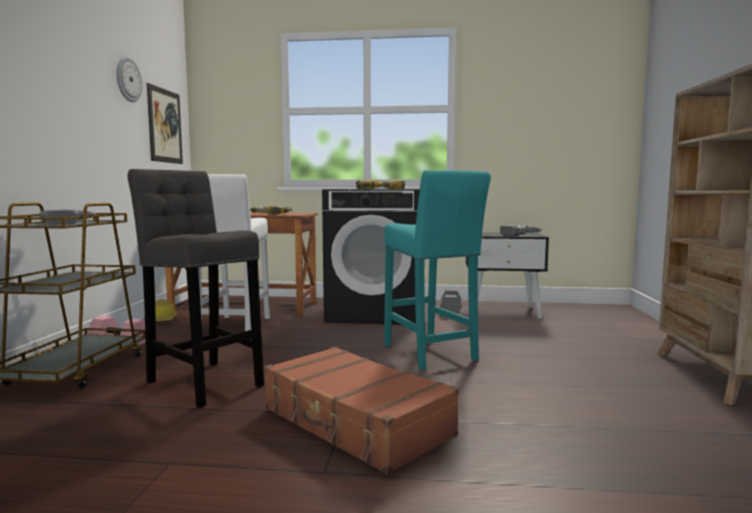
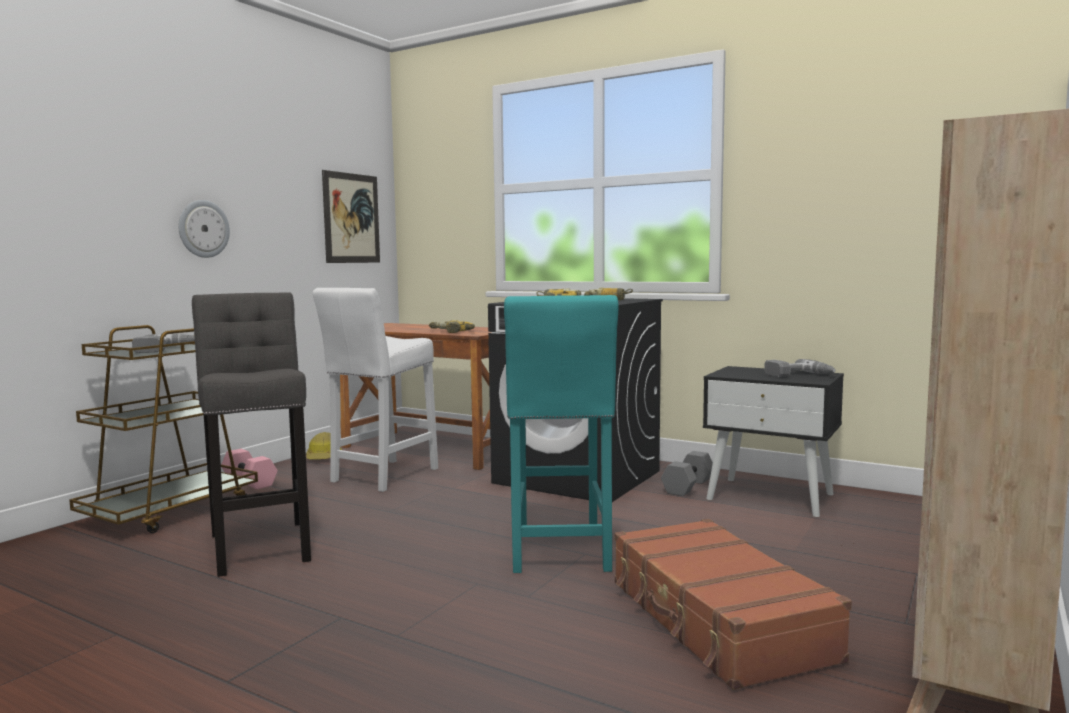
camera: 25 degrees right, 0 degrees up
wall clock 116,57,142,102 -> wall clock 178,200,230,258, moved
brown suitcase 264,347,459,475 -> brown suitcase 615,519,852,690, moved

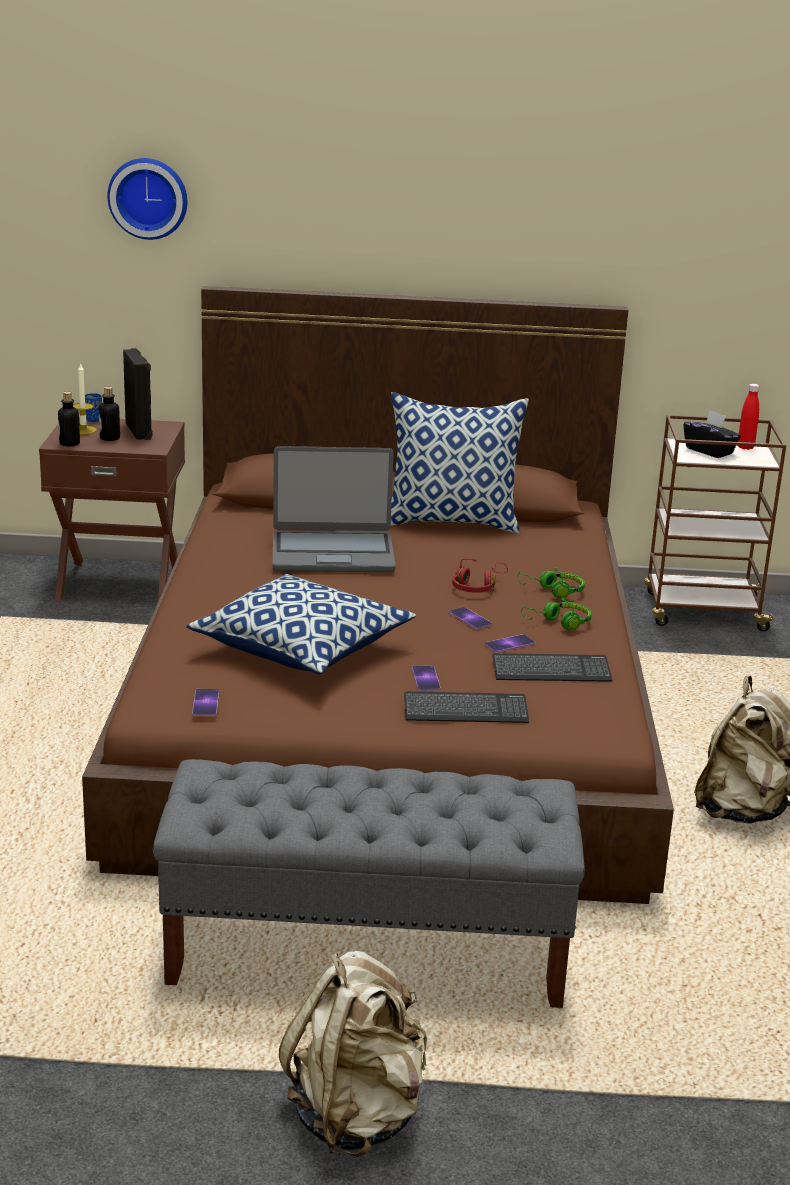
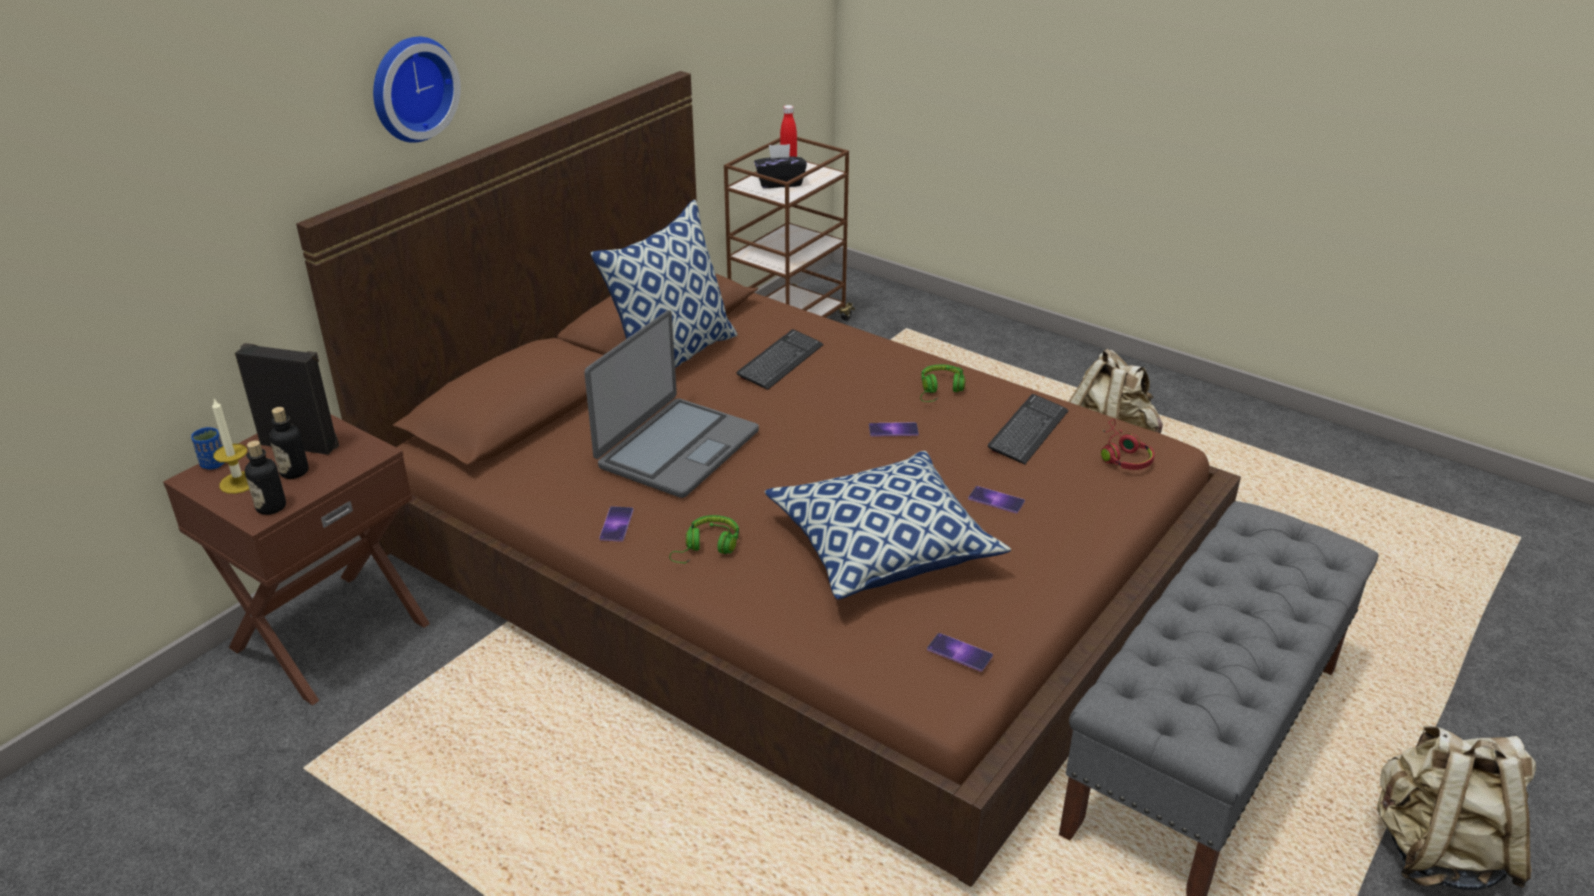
camera: 55 degrees left, 10 degrees up
wall clock 107,158,187,240 -> wall clock 373,37,461,143, moved
red headphones 452,558,508,593 -> red headphones 1101,419,1155,470, moved
green headphones 518,567,585,599 -> green headphones 669,515,739,563, moved
phone 485,634,535,653 -> phone 599,506,634,542, moved
keyboard 404,691,529,723 -> keyboard 736,329,824,390, moved

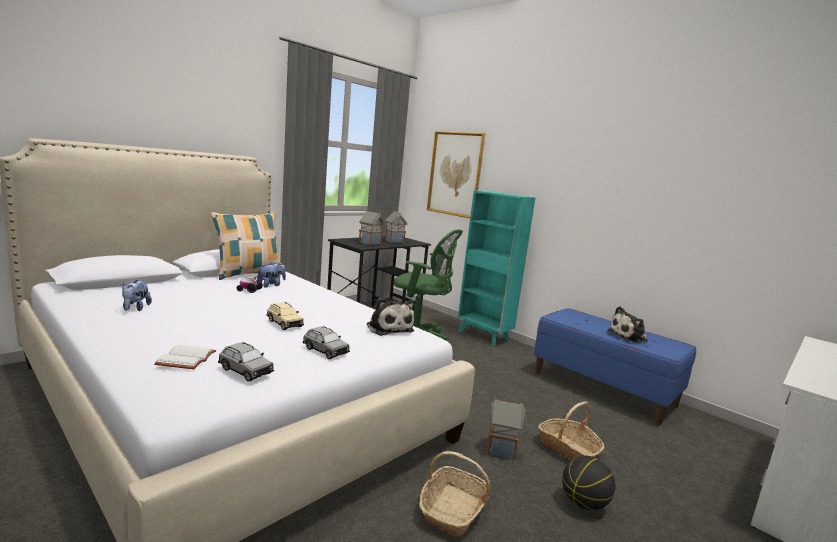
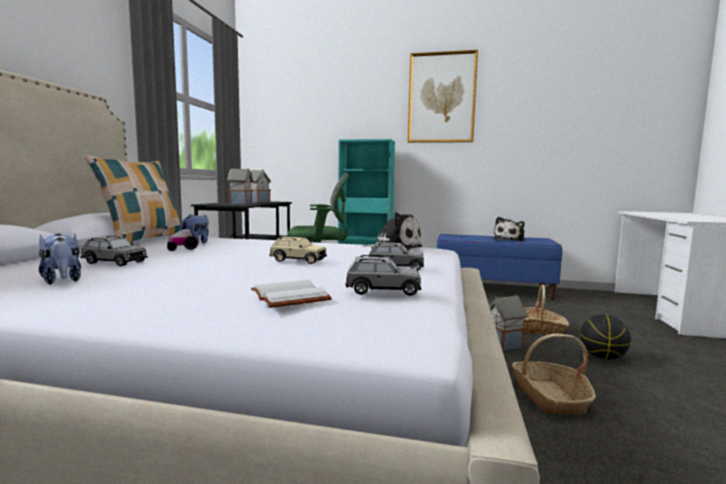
camera: 30 degrees left, 5 degrees down
picture 427,131,485,218 -> picture 408,50,478,143, moved
none -> grey toy car 80,236,148,266

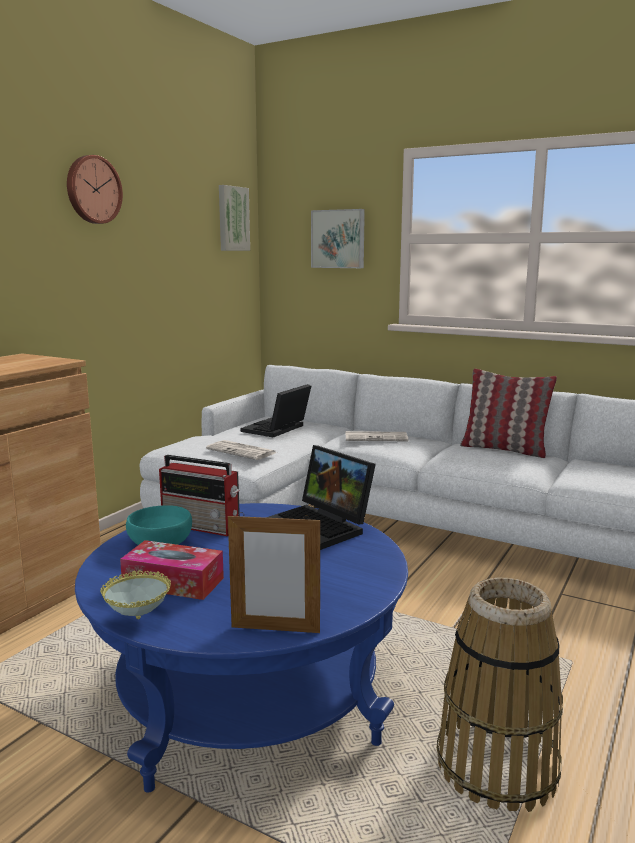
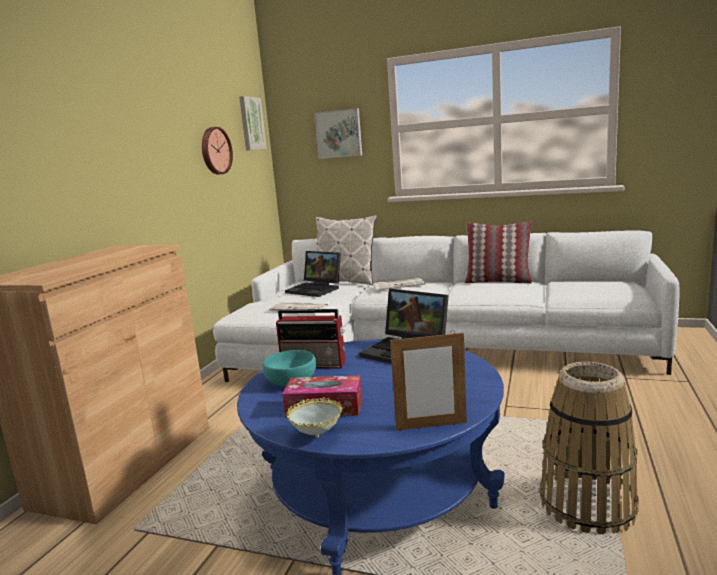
camera: 10 degrees left, 0 degrees up
wall clock 67,155,123,224 -> wall clock 202,127,233,175, moved
laptop 241,384,311,437 -> laptop 285,251,341,297, 75 degrees counterclockwise
none -> pillow 311,215,377,285

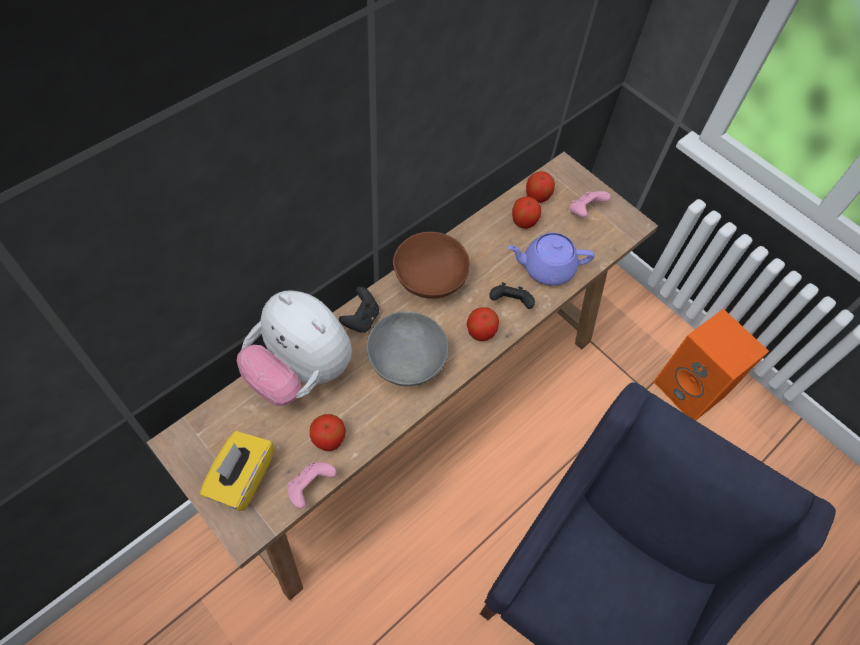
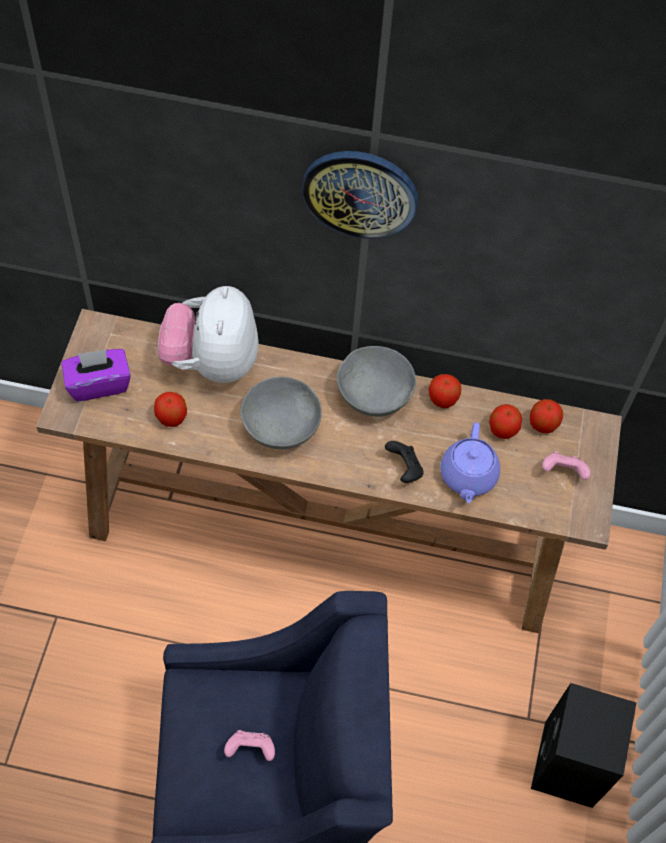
camera: 55 degrees right, 0 degrees up
brown bowl 393,232,470,299 -> grey bowl 337,346,416,417
purple teapot 508,232,595,286 -> purple teapot 440,422,500,503, 135 degrees counterclockwise
black game controller 339,287,379,333 -> none
apple 467,307,499,341 -> apple 429,374,461,408, moved
orange speaker 654,309,769,421 -> black speaker 531,683,636,808
yellow tissue box 200,431,273,511 -> purple tissue box 62,349,131,402
pink game controller 287,463,337,509 -> pink game controller 224,730,275,761, moved
none -> wall clock 301,151,418,239

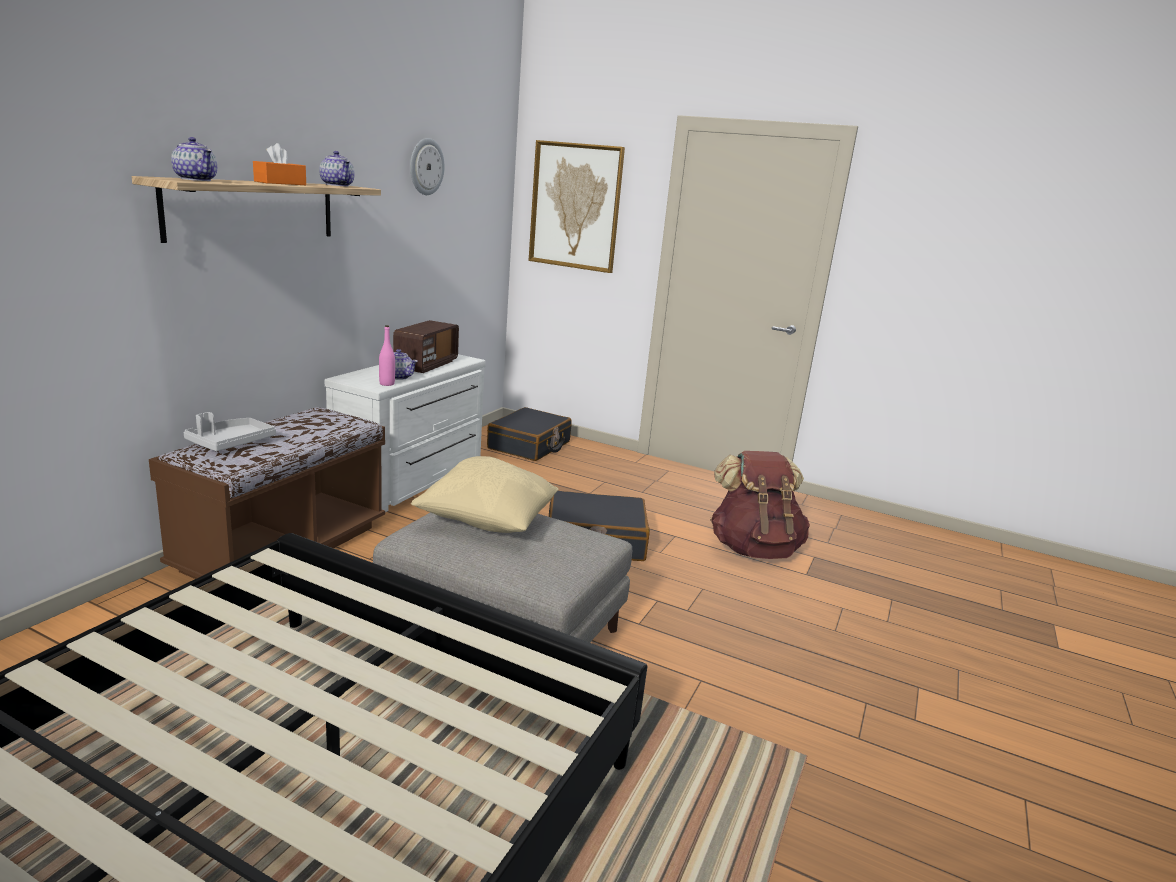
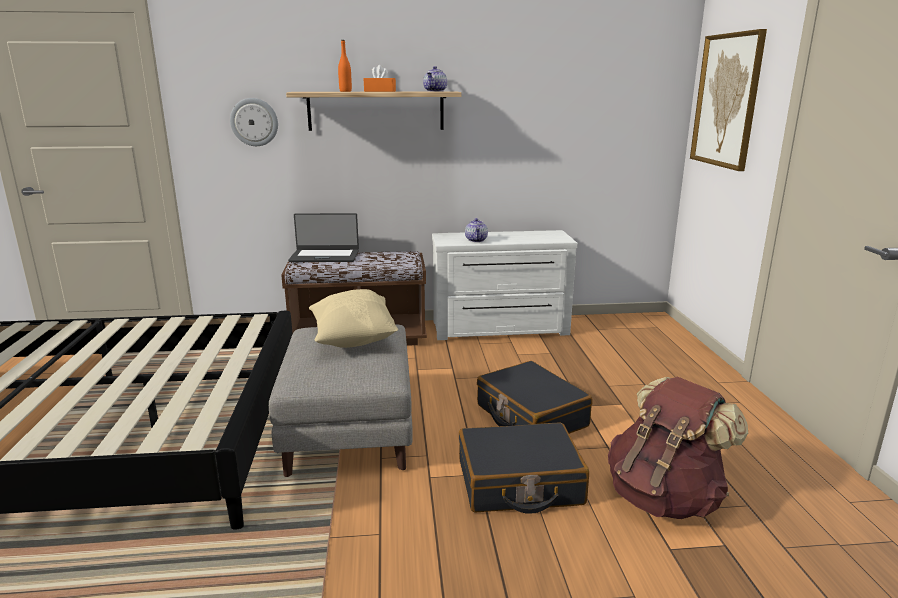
camera: 60 degrees right, 0 degrees up
teapot 171,137,217,181 -> none
wall clock 410,138,445,195 -> wall clock 230,98,278,146, moved
radio 393,320,459,373 -> none
pink bottle 379,325,395,386 -> none
black suitcase 487,407,572,461 -> black suitcase 459,422,589,514, moved
grey tray 184,412,276,451 -> laptop 288,213,359,262
none -> orange bottle 338,40,352,92

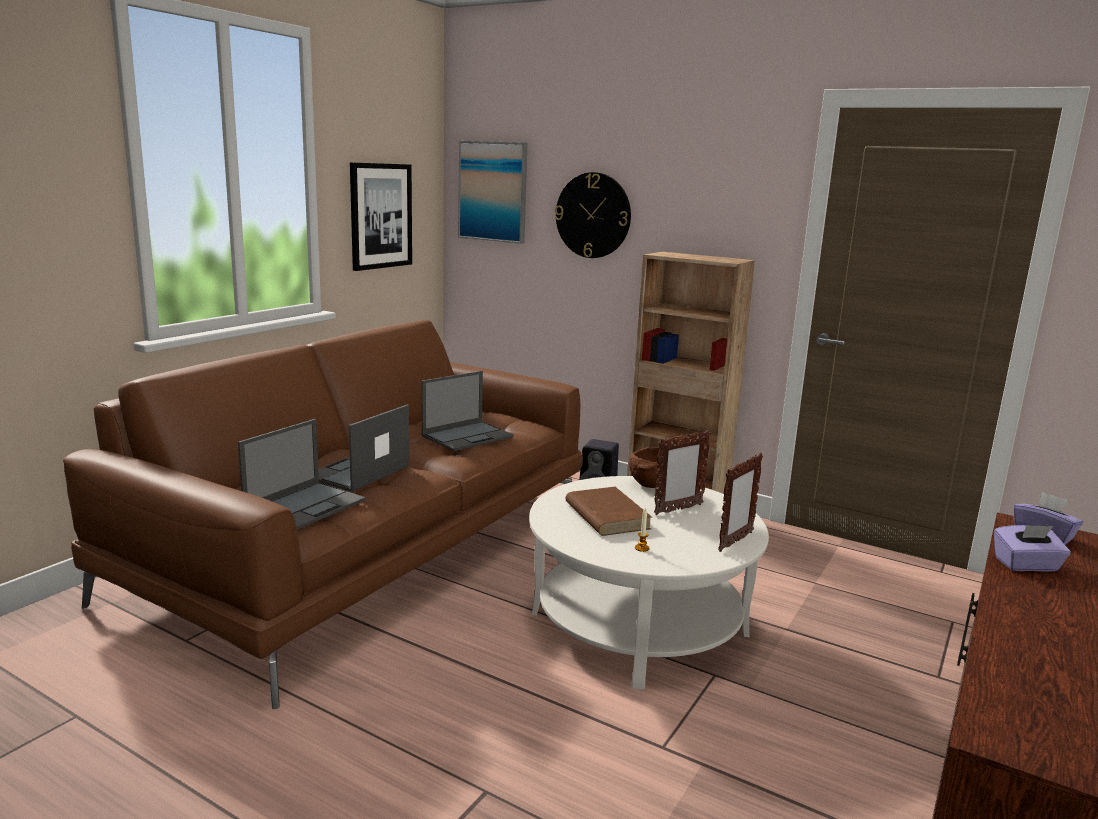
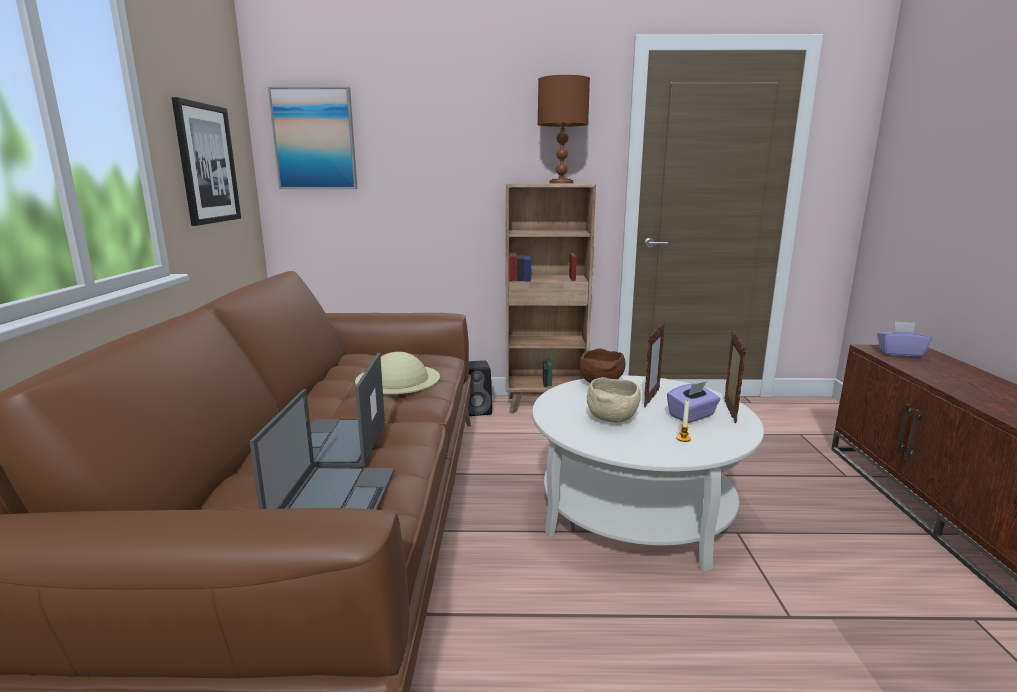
camera: 30 degrees left, 0 degrees up
wall clock 555,172,631,258 -> none
laptop 421,371,514,451 -> beige hat 355,352,440,394
brown book 565,487,652,536 -> beige bowl 587,377,641,423
purple tissue box 994,525,1071,572 -> purple tissue box 667,381,721,423, moved
none -> brown table lamp 538,75,590,184

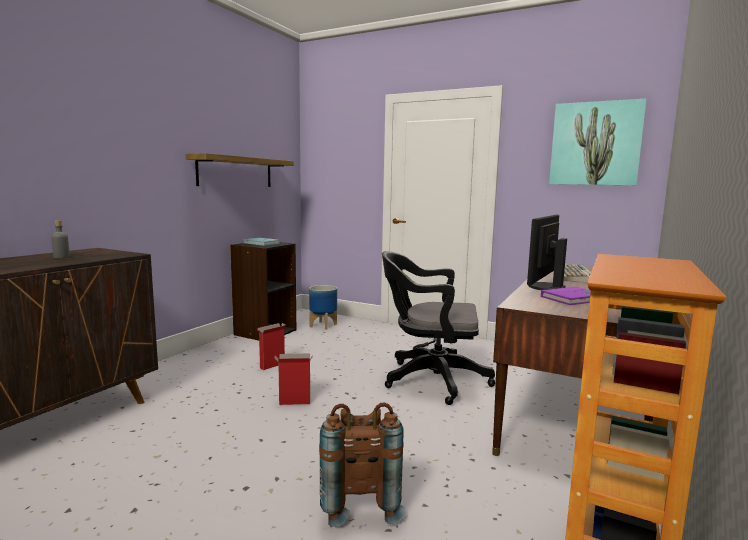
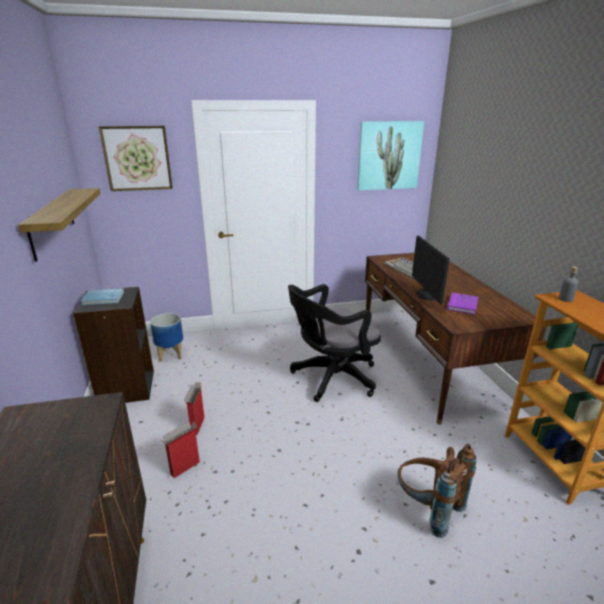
camera: 40 degrees left, 15 degrees up
grey bottle 51,220,70,258 -> grey bottle 559,267,578,302, moved
cardboard box 274,354,313,405 -> cardboard box 161,422,200,478, moved
none -> picture 99,126,173,191

